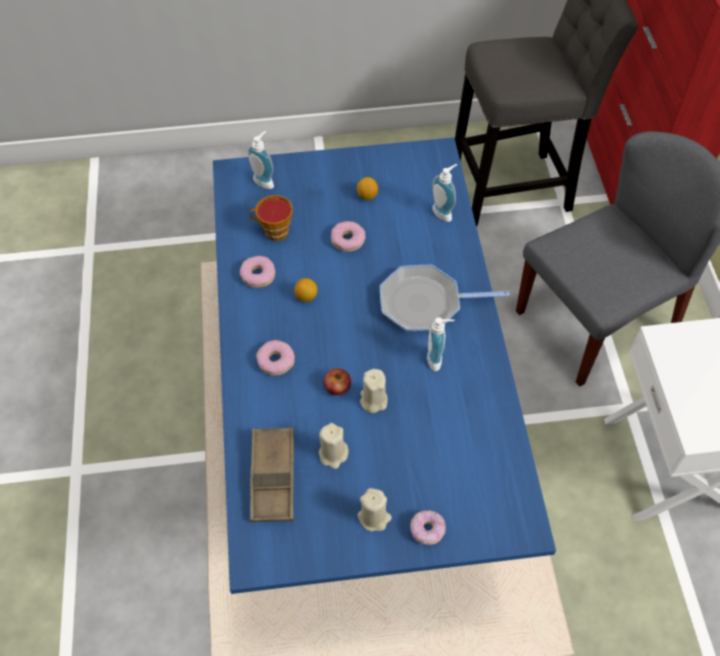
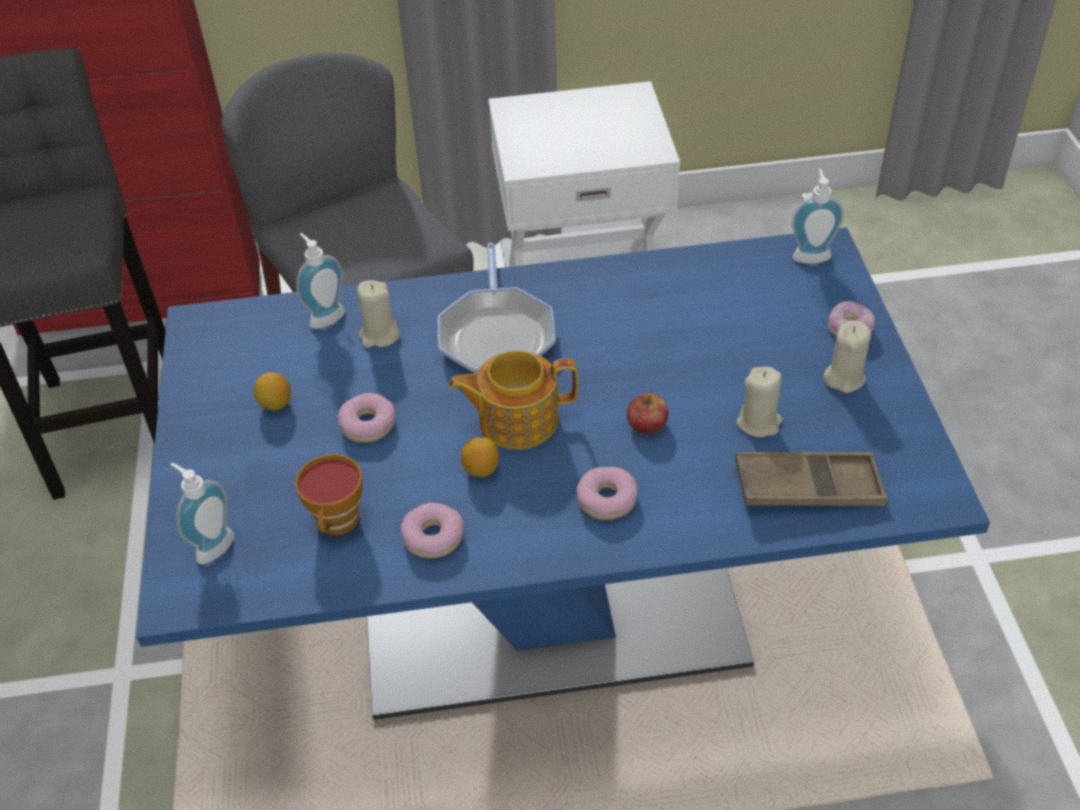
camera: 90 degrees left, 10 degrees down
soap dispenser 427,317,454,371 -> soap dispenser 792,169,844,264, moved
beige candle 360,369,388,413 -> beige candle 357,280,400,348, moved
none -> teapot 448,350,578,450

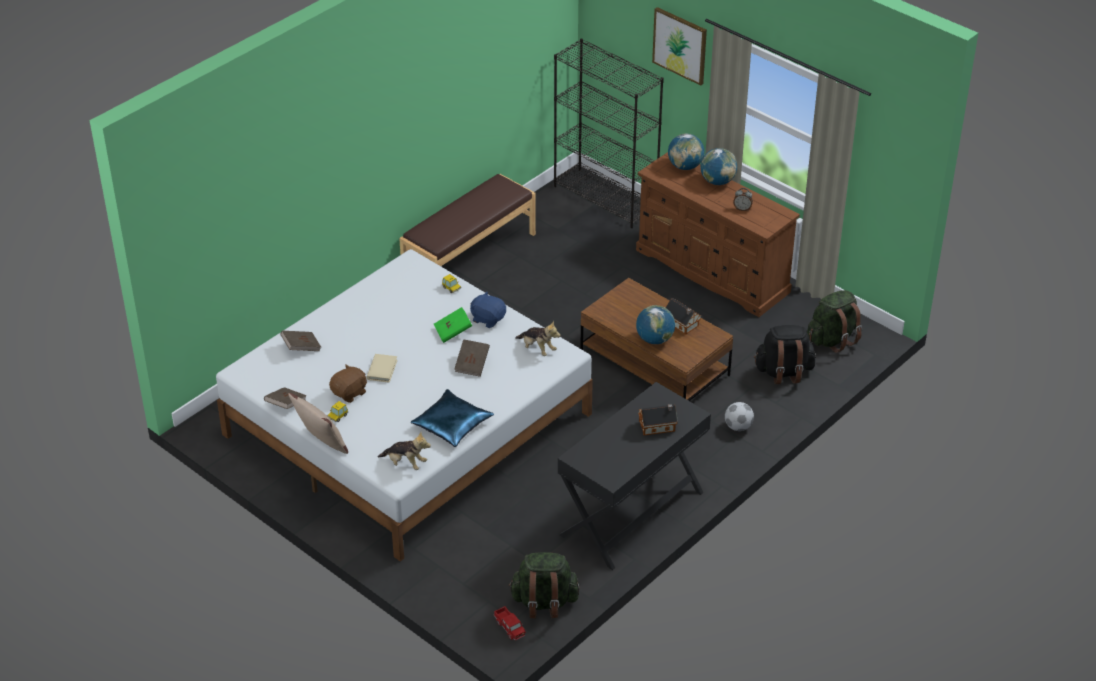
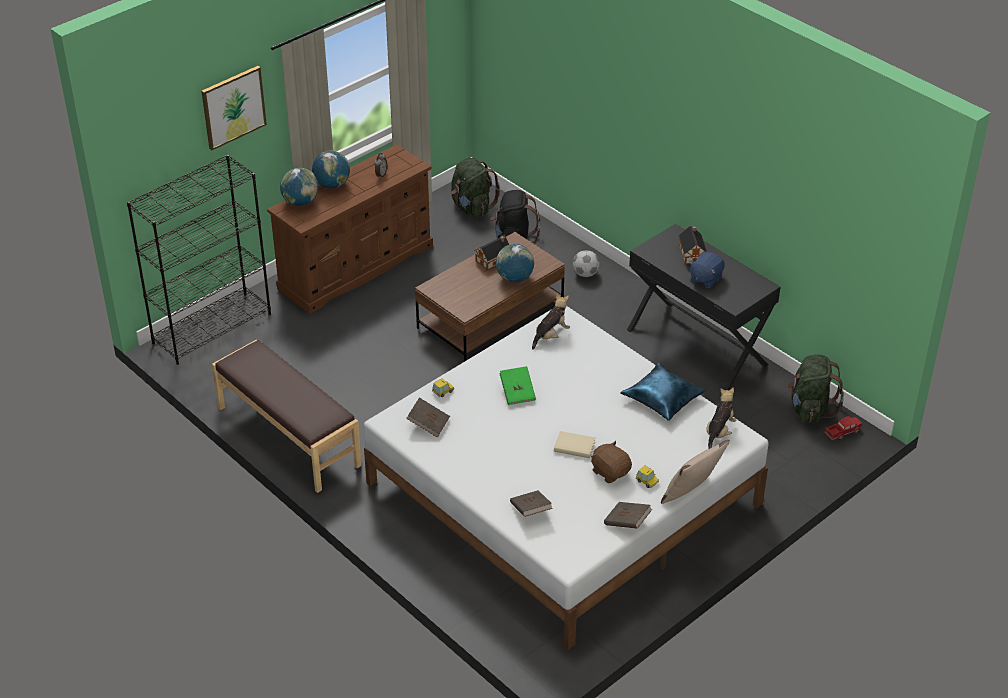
camera: 85 degrees left, 0 degrees up
blue plush toy 470,292,506,328 -> blue plush toy 689,252,725,288, moved
brown book 454,339,490,377 -> brown book 406,397,450,438, moved

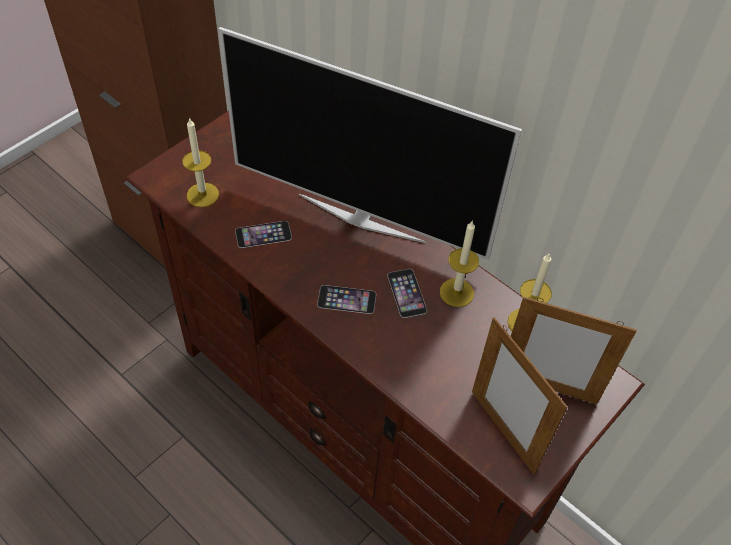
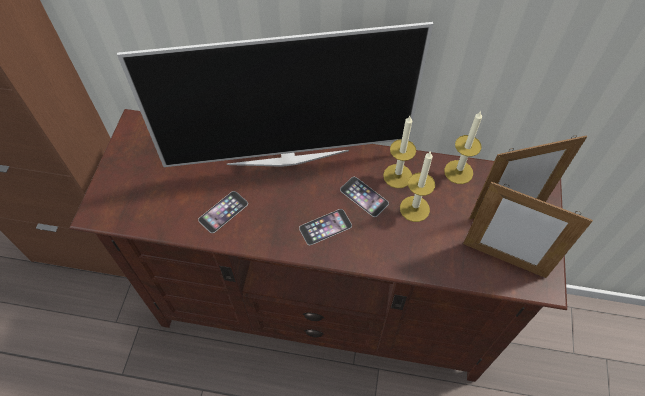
camera: 30 degrees left, 5 degrees up
candle 182,117,219,207 -> candle 400,151,435,222, moved

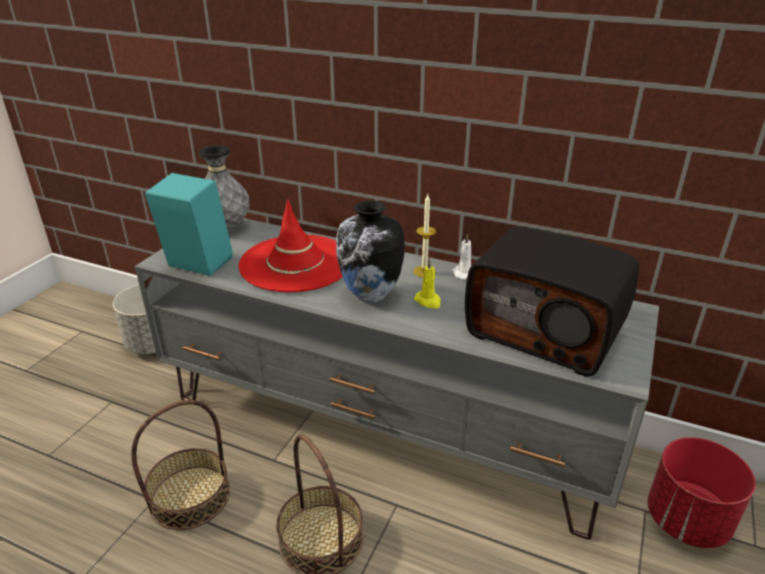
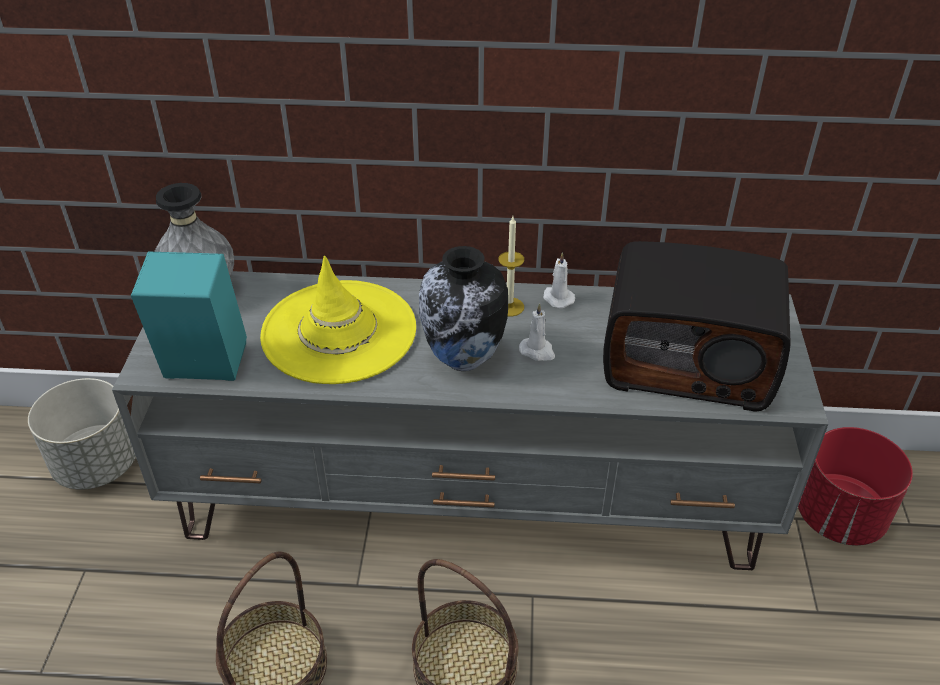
camera: 20 degrees left, 10 degrees up
red hat 238,199,343,292 -> yellow hat 260,256,416,384
yellow candle 414,259,441,309 -> white candle 519,303,555,361

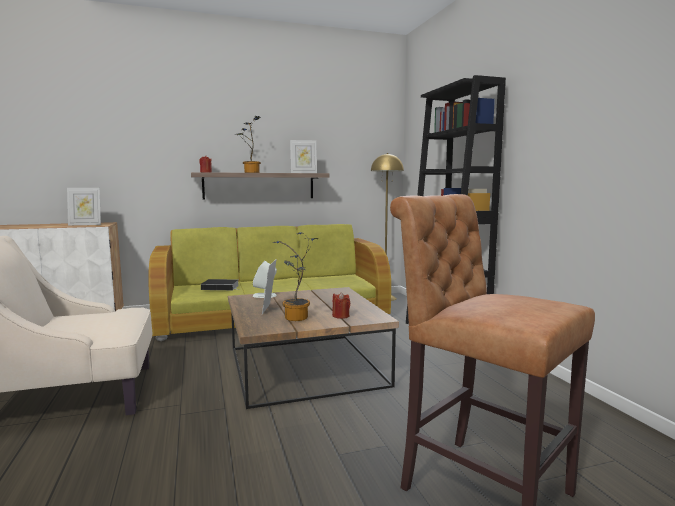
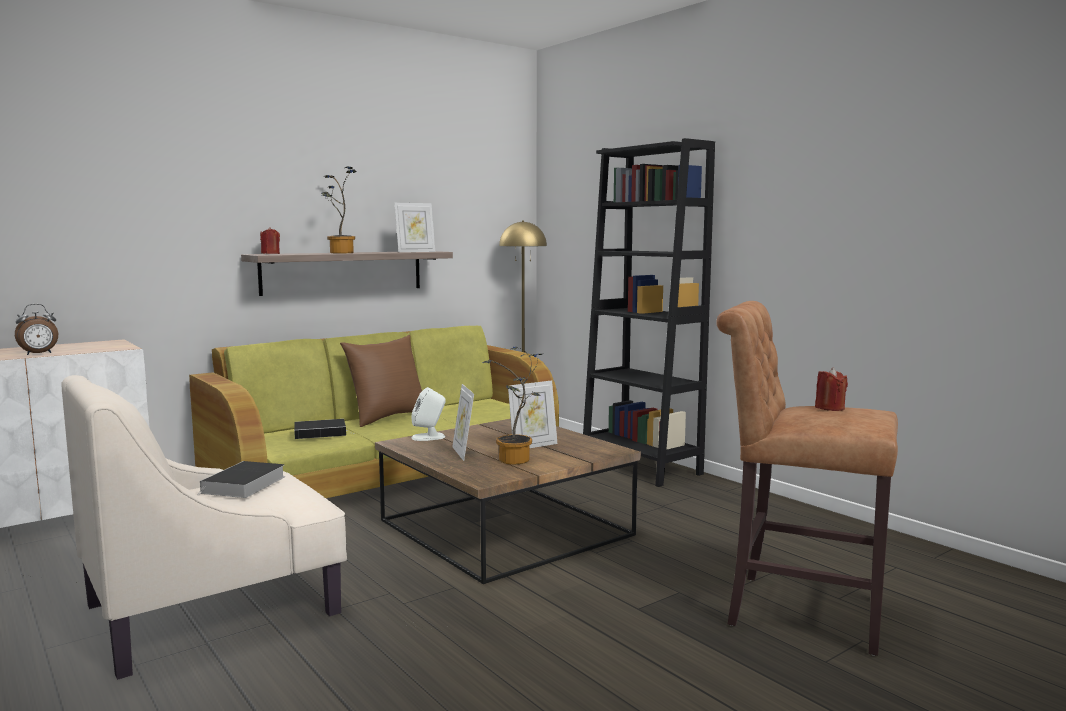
camera: 20 degrees left, 0 degrees up
picture frame 67,188,101,225 -> picture frame 508,381,557,448, moved
red candle 332,292,350,319 -> red candle 815,368,848,411, moved
none -> alarm clock 15,304,58,355
none -> brown pillow 340,335,422,427
none -> book 197,461,285,498

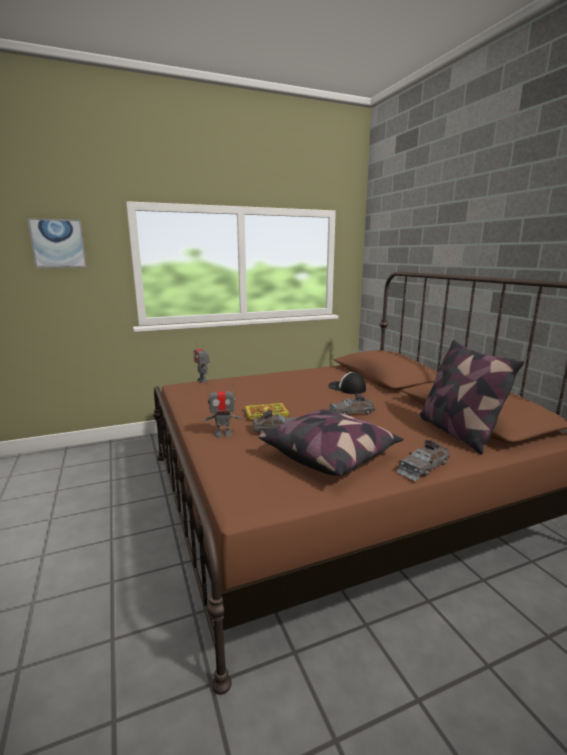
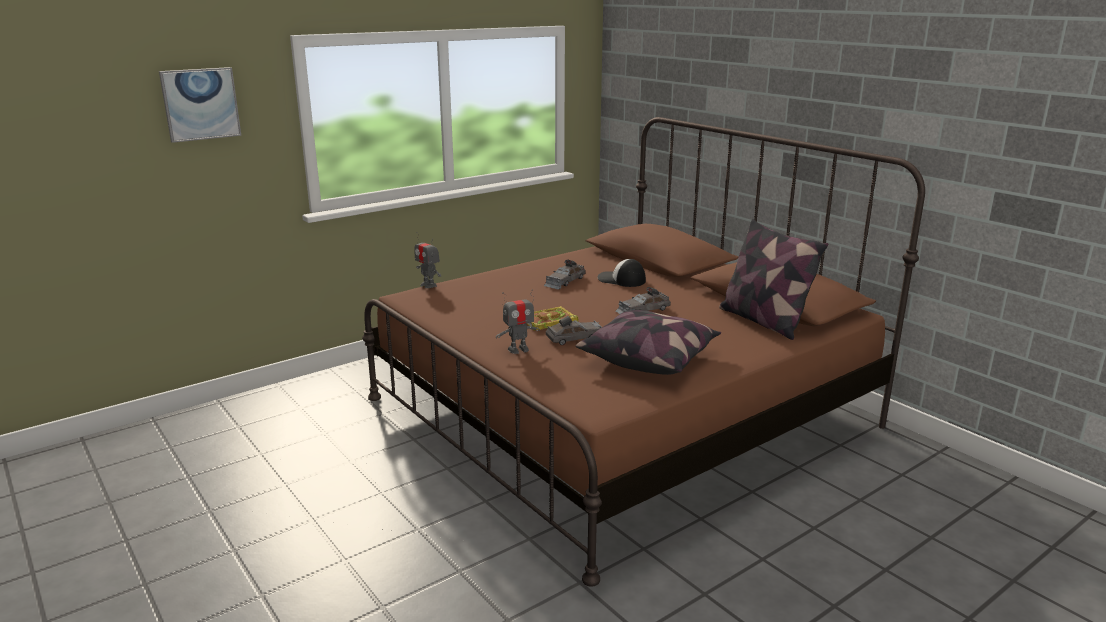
camera: 15 degrees left, 5 degrees up
grey toy car 396,440,450,481 -> grey toy car 544,260,586,290, moved

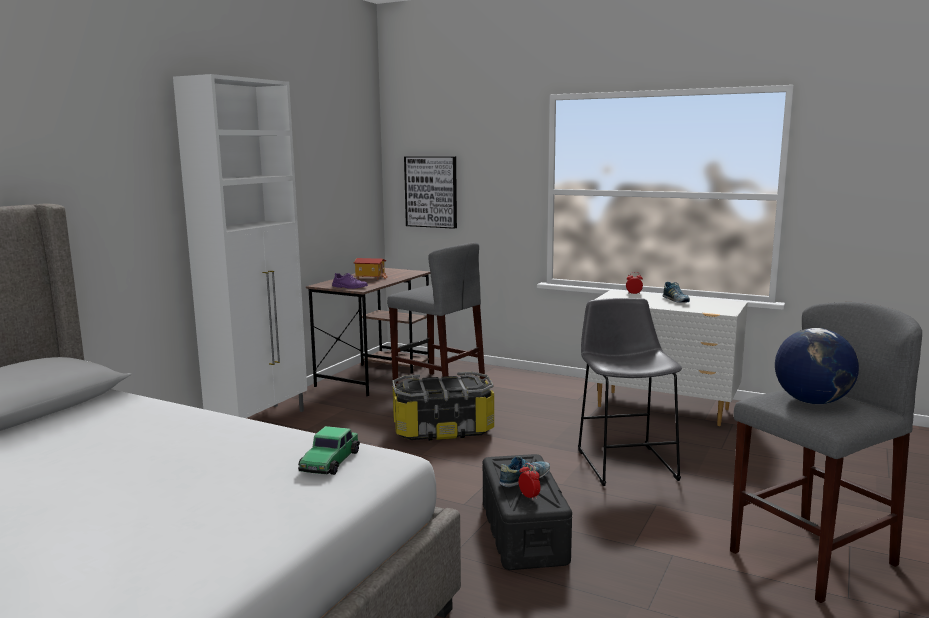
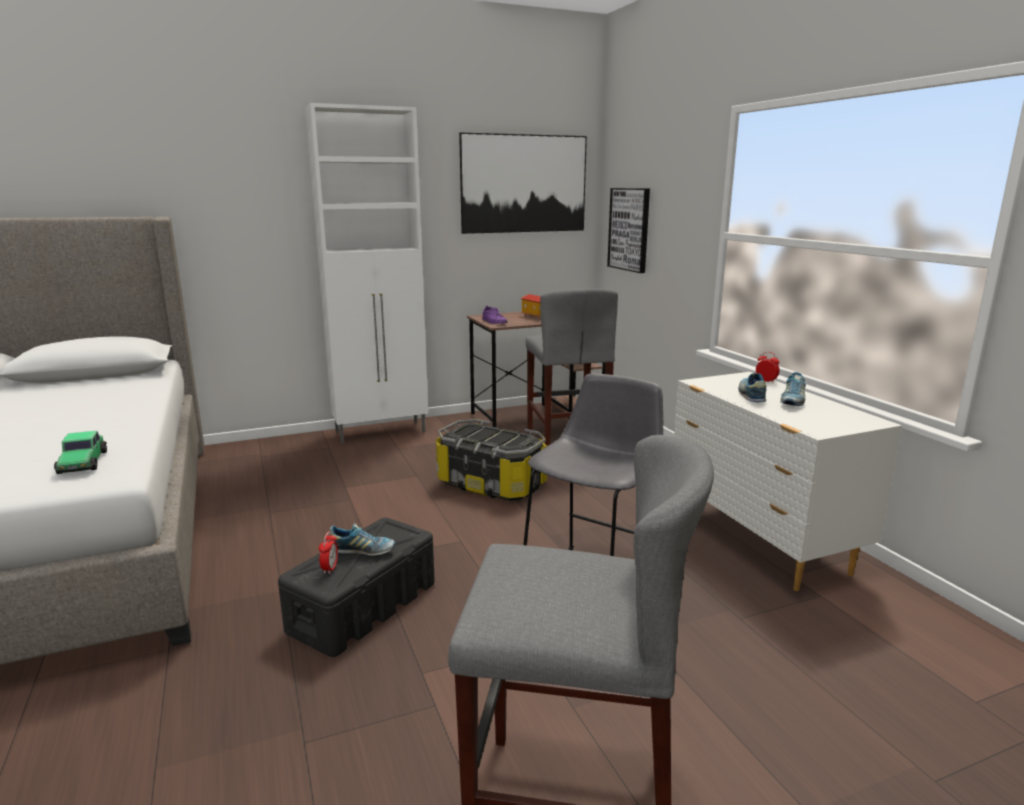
camera: 40 degrees right, 5 degrees up
globe 775,328,859,404 -> none
toy car 298,426,360,475 -> toy car 54,431,107,474, 75 degrees counterclockwise
none -> picture 459,133,587,234
none -> shoe 738,373,766,402

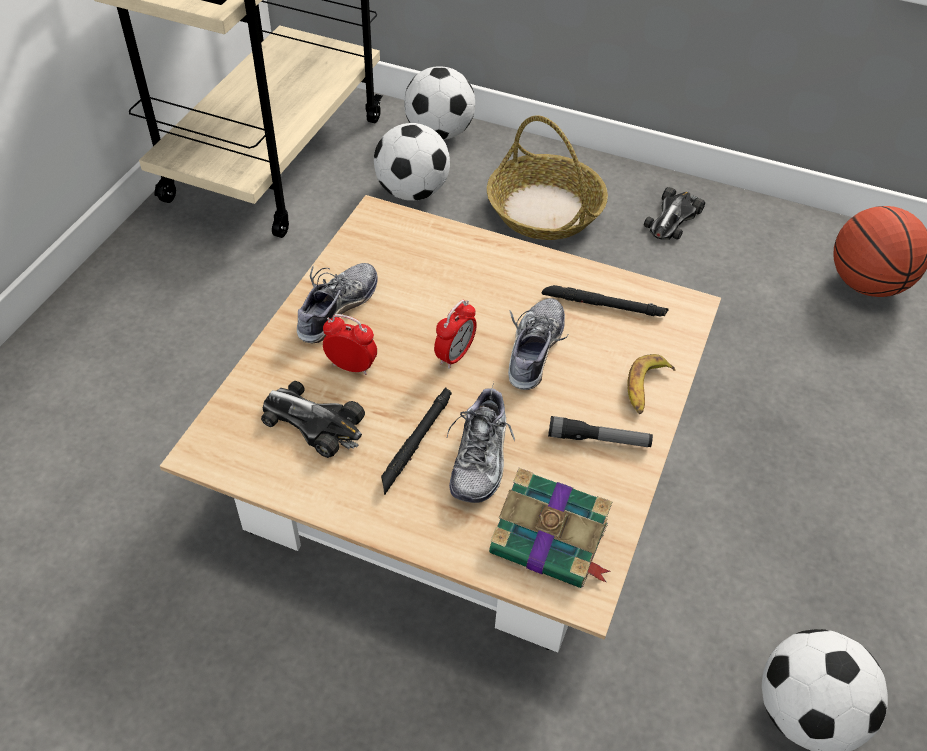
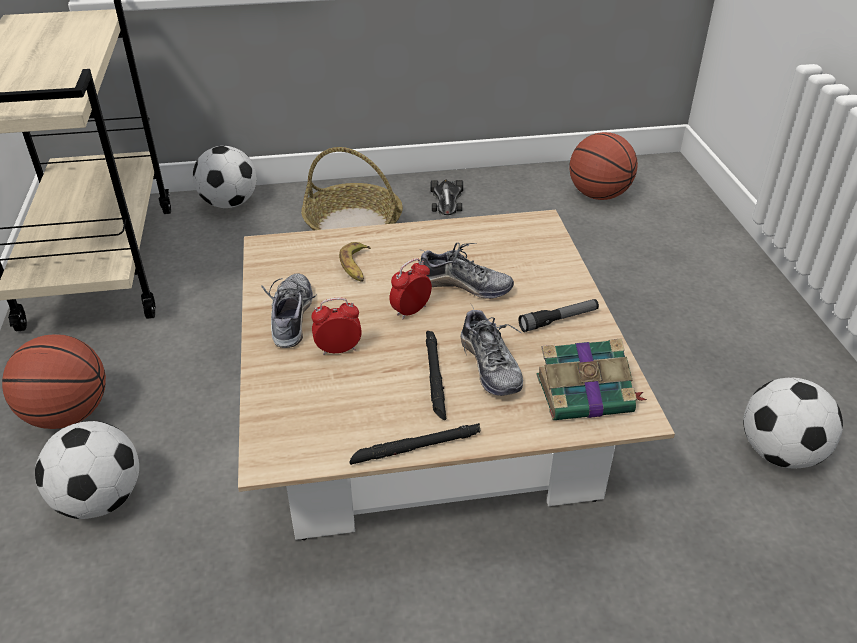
camera: 30 degrees left, 10 degrees down
football 374,123,450,201 -> football 35,421,139,519, moved
black flashlight 542,285,669,317 -> black flashlight 350,423,480,465, moved
shoe 508,298,569,390 -> shoe 420,243,514,299, 120 degrees clockwise
alarm clock 434,300,477,369 -> alarm clock 390,258,432,319, 135 degrees counterclockwise
banana 627,354,675,414 -> banana 339,242,371,281, moved
toy car 261,381,365,458 -> none
none -> basketball 2,334,106,429

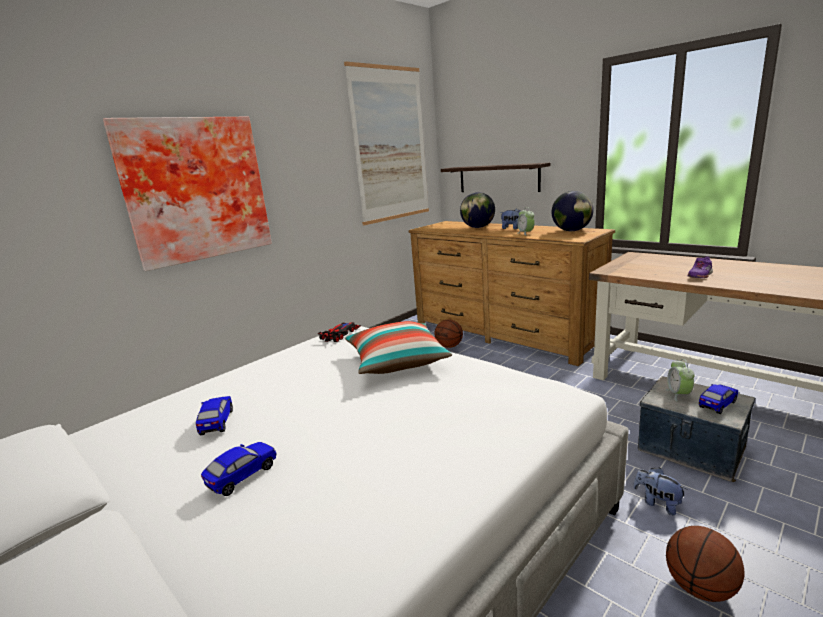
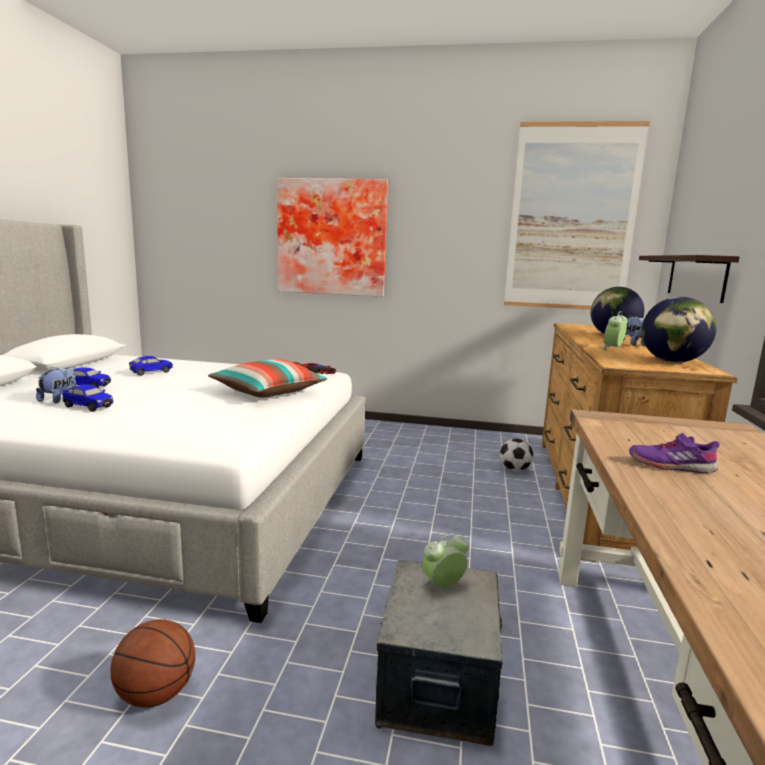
camera: 55 degrees right, 5 degrees down
basketball 435,320,463,348 -> football 499,438,533,472
toy car 699,384,738,414 -> toy car 62,385,113,412, moved
plush toy 633,468,688,515 -> plush toy 36,366,76,403, moved

